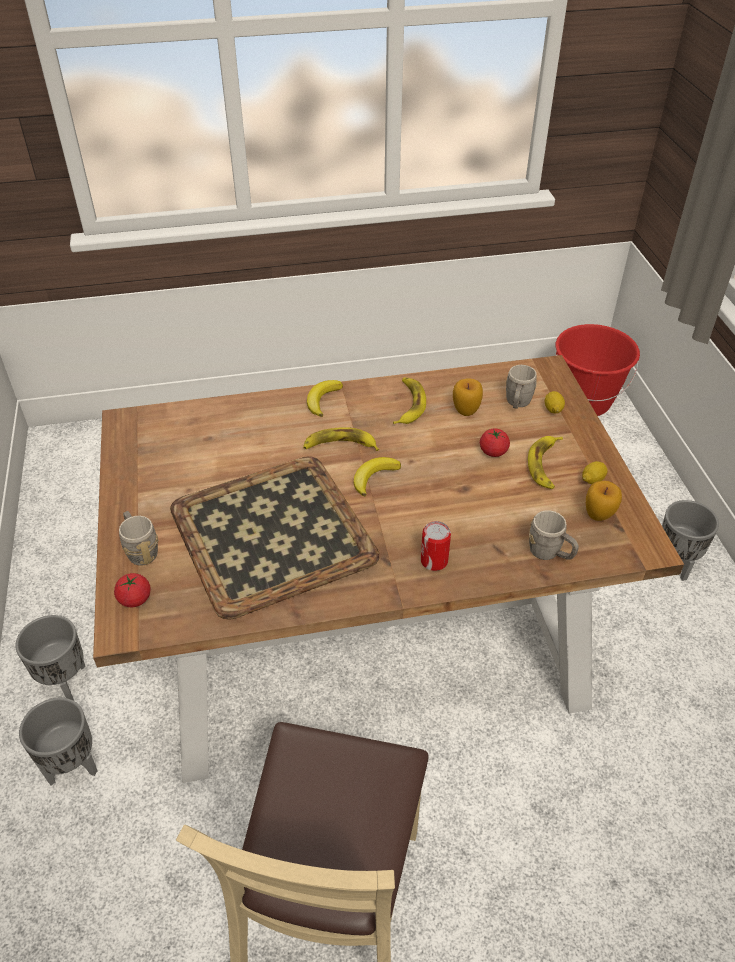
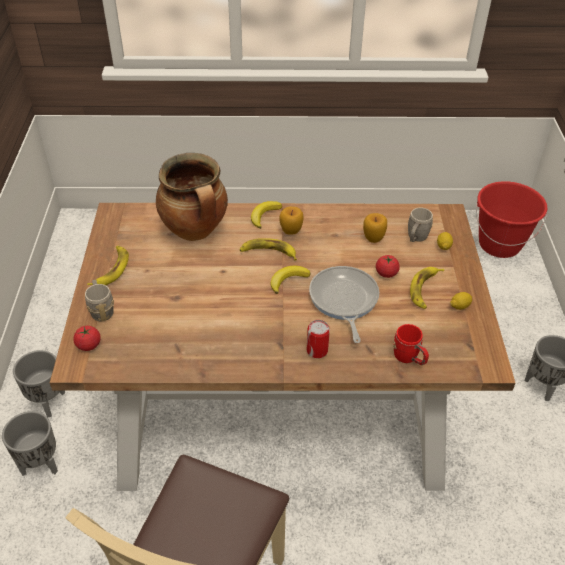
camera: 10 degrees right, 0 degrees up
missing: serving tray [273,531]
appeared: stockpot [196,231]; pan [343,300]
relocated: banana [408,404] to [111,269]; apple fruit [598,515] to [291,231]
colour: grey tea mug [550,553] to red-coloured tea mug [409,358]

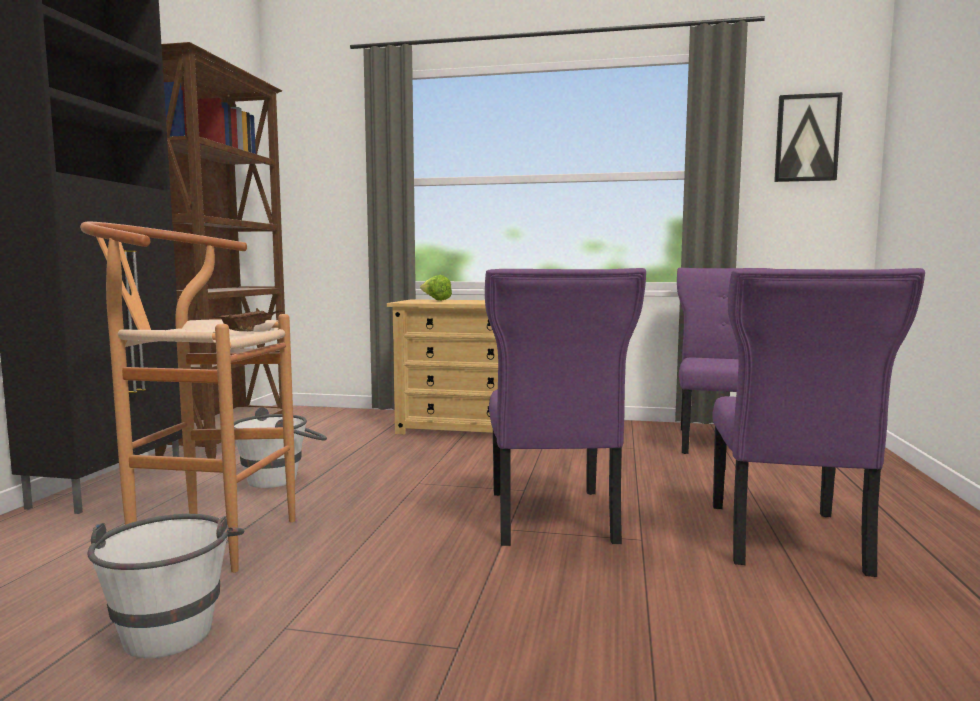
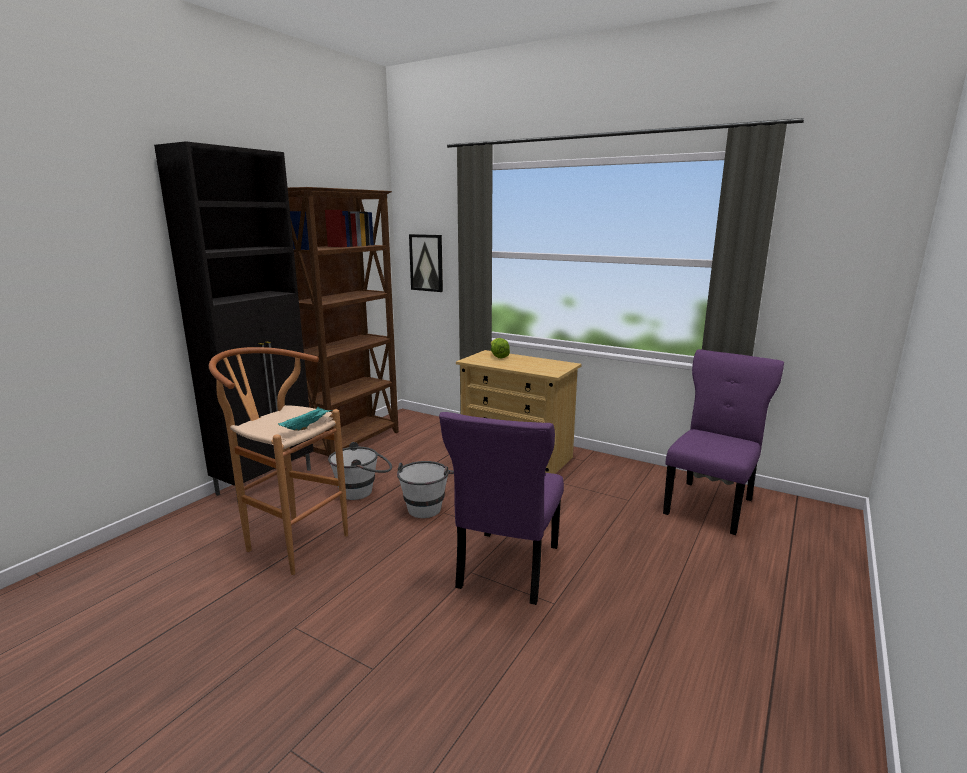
camera: 20 degrees right, 10 degrees up
missing: purplish upright chair [785,541]
relocated: white bucket [173,625] to [426,506]; wall art [807,138] to [426,262]
colour: brown serving tray [249,330] to blue-green serving tray [306,426]

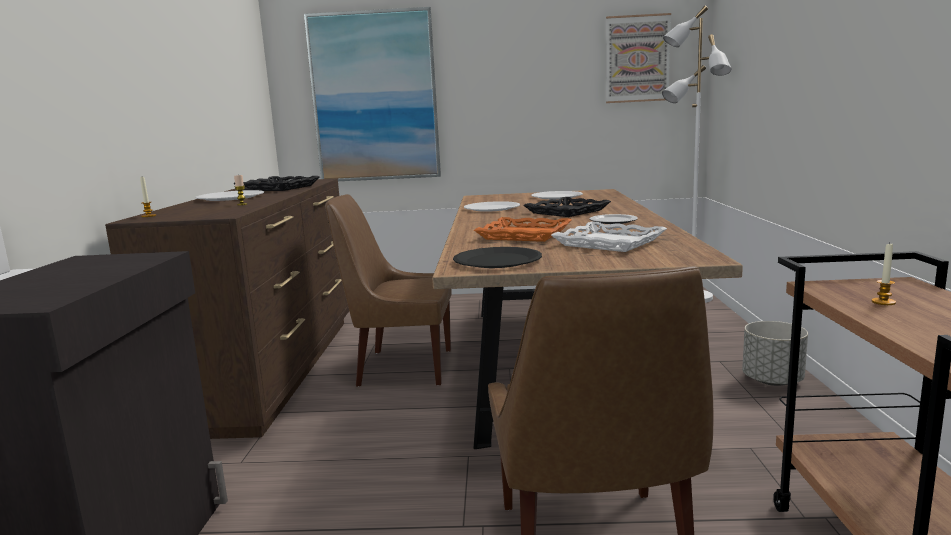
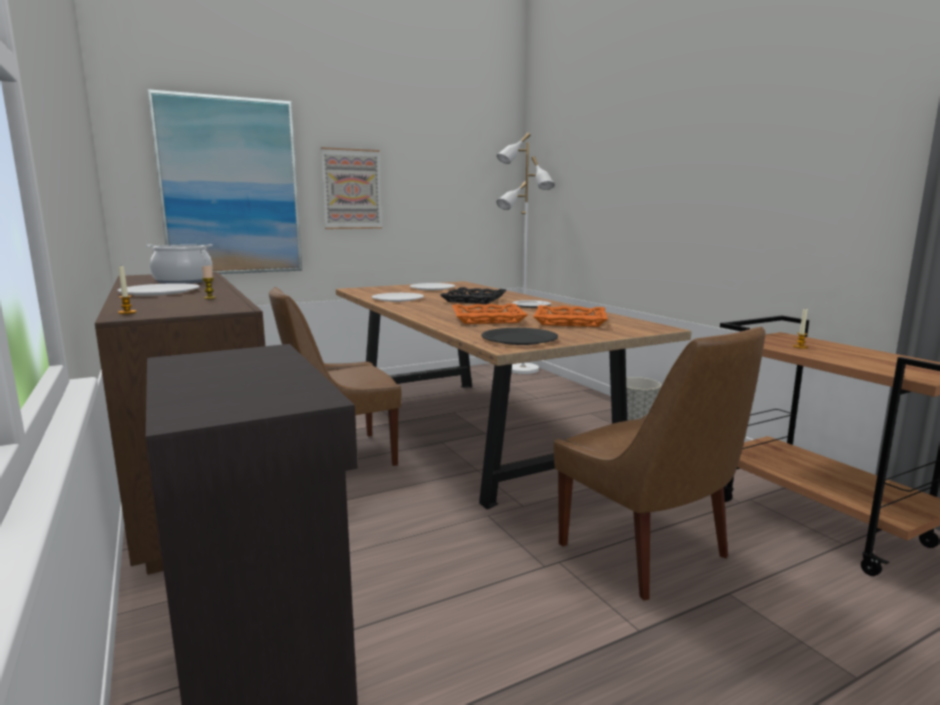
camera: 30 degrees left, 0 degrees up
relocated: wall art [637,59] to [351,189]
exchanged: blackish serving tray [279,188] to stockpot [183,281]
colour: white serving tray [608,243] to orange-coloured serving tray [570,321]

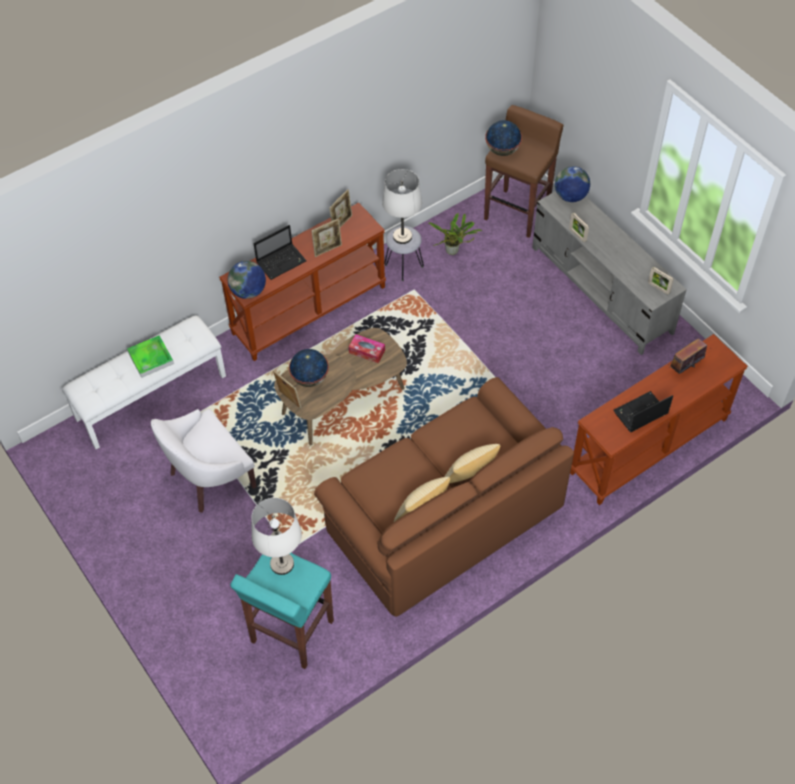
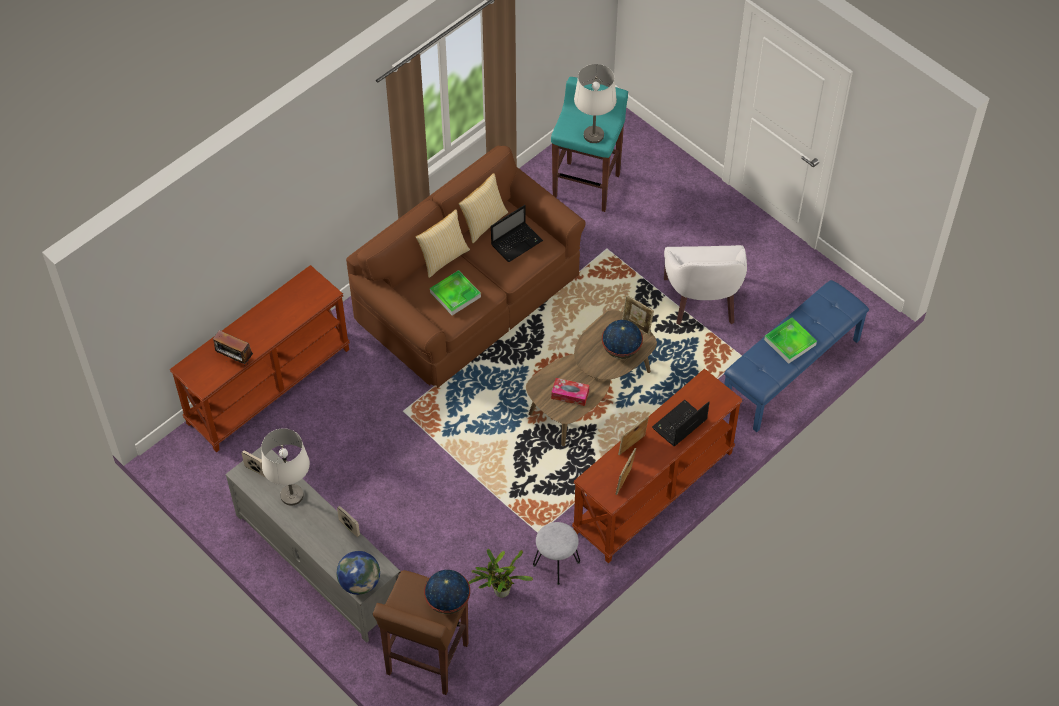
camera: 170 degrees right, 0 degrees up
missing: desk globe [248,291]
appeared: serving tray [455,294]
relocated: white tabletop lamp [402,237] to [291,495]; laptop [640,413] to [517,242]
colour: white bench [151,396] to blue bench [791,372]
spun: radio receiver [684,367] = [235,359] 75 degrees clockwise; white easy chair [209,477] = [703,301] 135 degrees clockwise

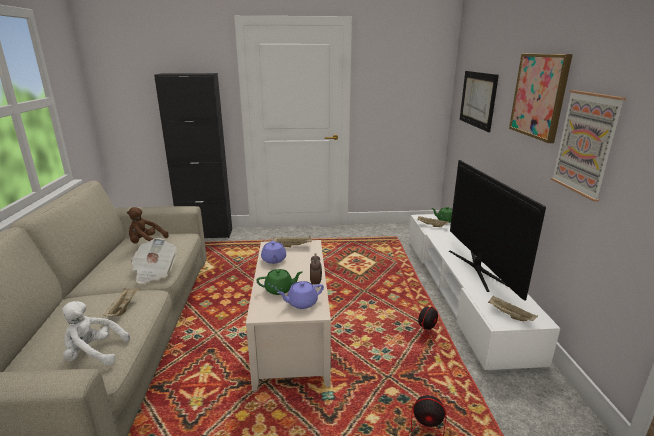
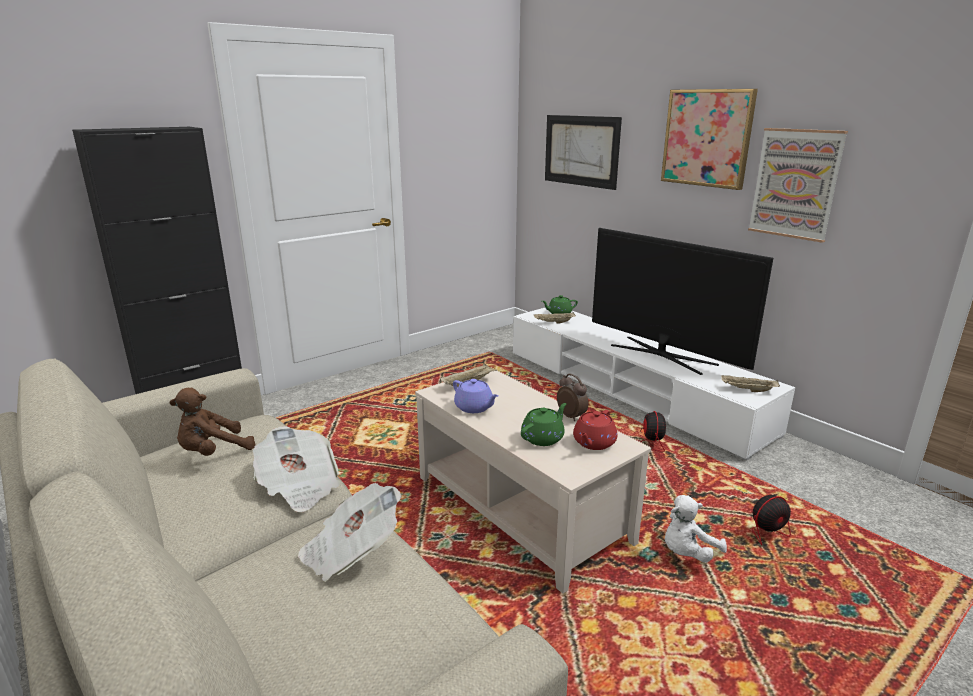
camera: 35 degrees left, 0 degrees up
relocated: white cuddly toy [94,354] to [687,553]
exchanged: sand-coloured serving tray [123,308] to newspaper [351,552]
colour: purplish teapot [301,303] to red-coloured teapot [593,443]

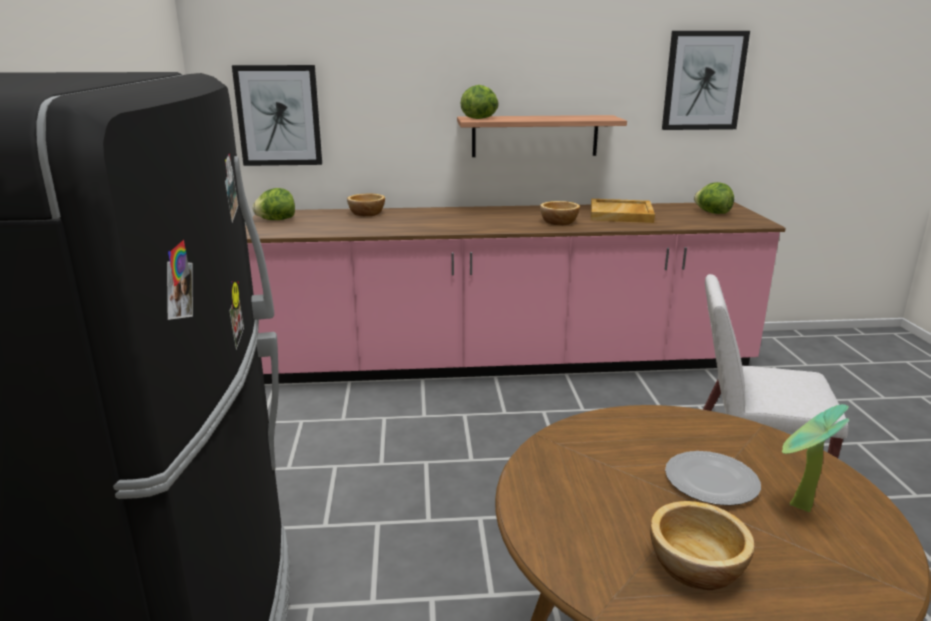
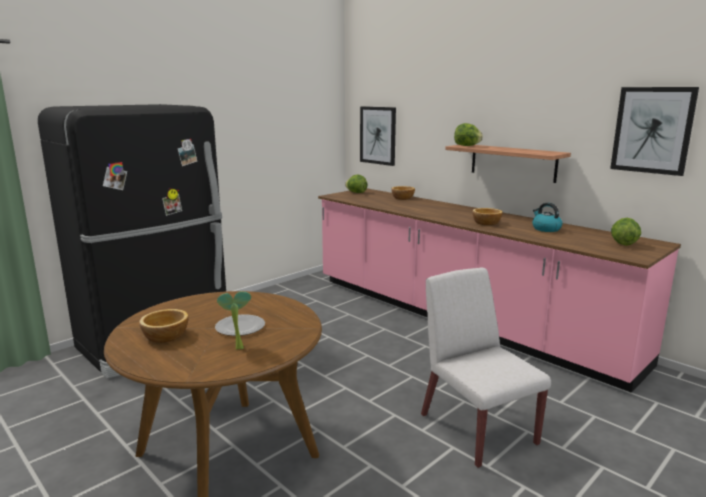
camera: 50 degrees right, 5 degrees down
exchanged: sand-coloured serving tray [621,214] to tea kettle [545,229]

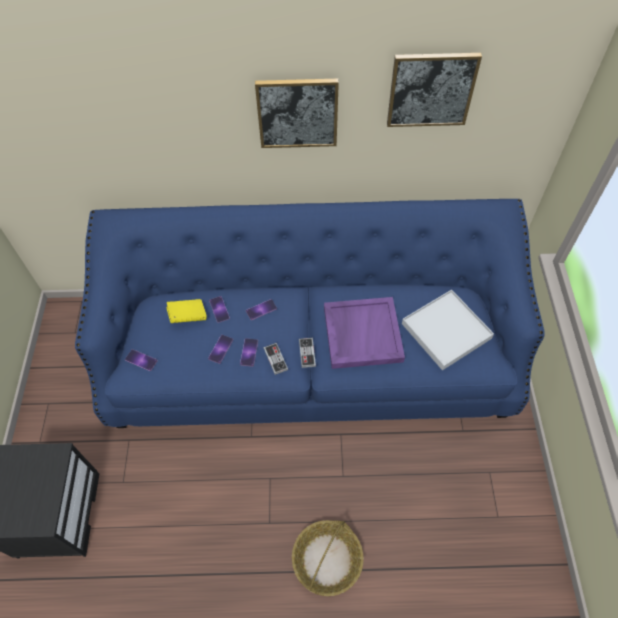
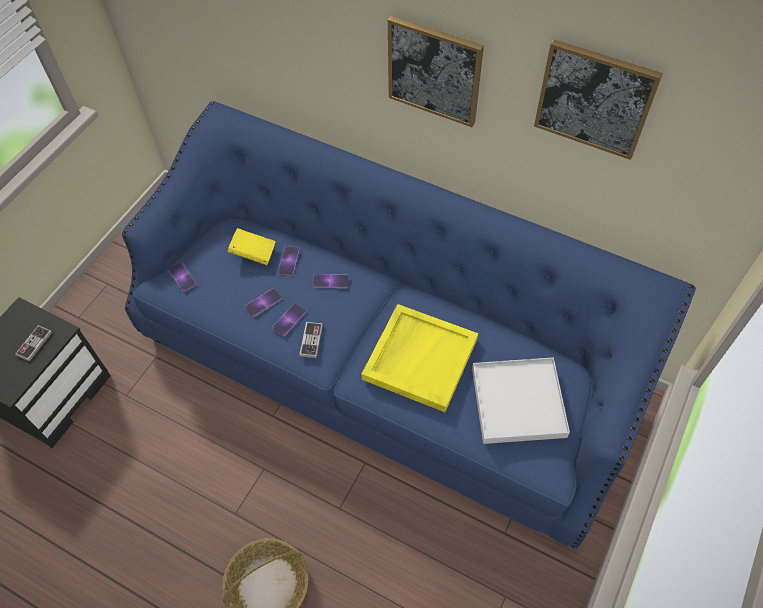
camera: 30 degrees right, 0 degrees up
relocated: game controller [307,353] to [34,344]
colour: purplish serving tray [361,333] to yellow-coloured serving tray [419,358]

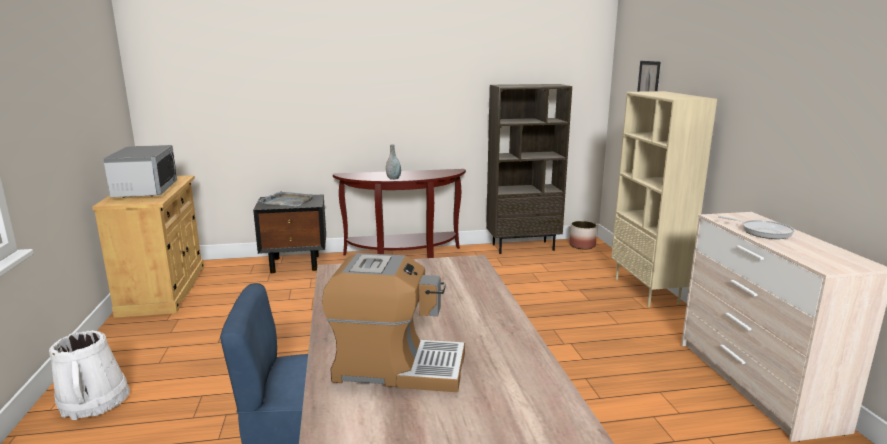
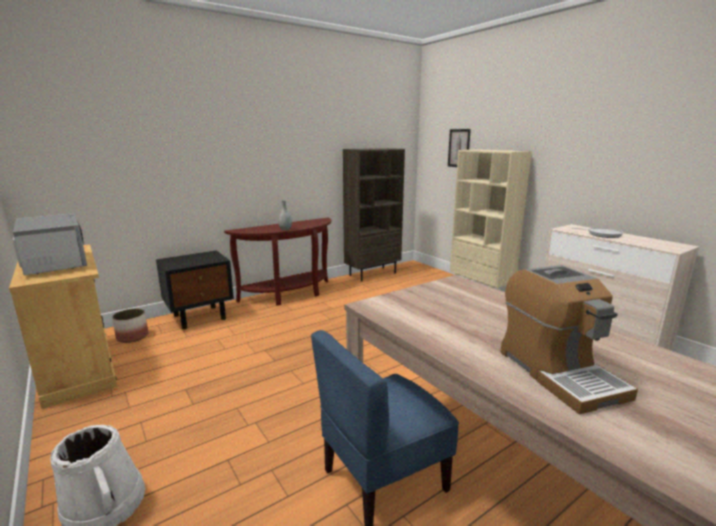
camera: 25 degrees left, 0 degrees up
missing: grey serving tray [287,201]
relocated: plant pot [582,245] to [133,337]
spun: coffee brewer [397,367] = [558,372] 90 degrees clockwise

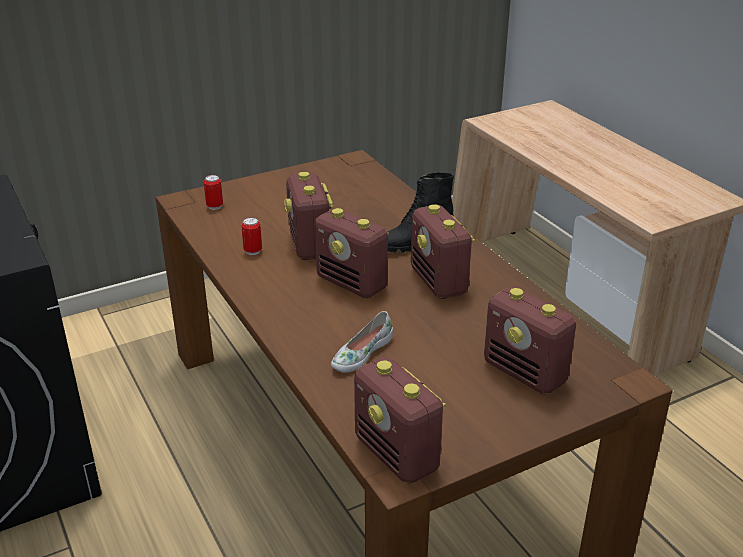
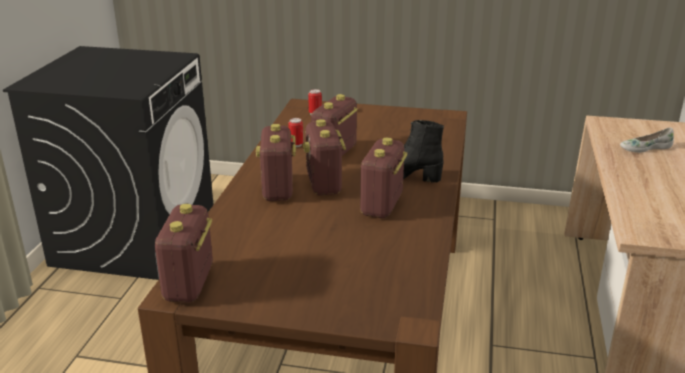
camera: 40 degrees right, 5 degrees down
relocated: radio receiver [525,373] to [278,190]; white low shoe [361,353] to [645,148]

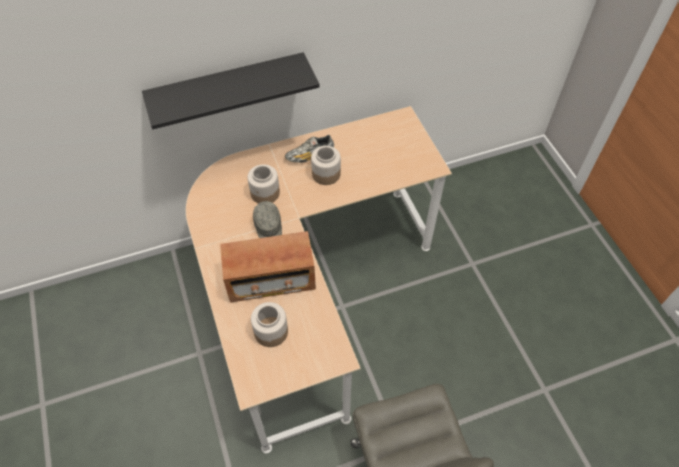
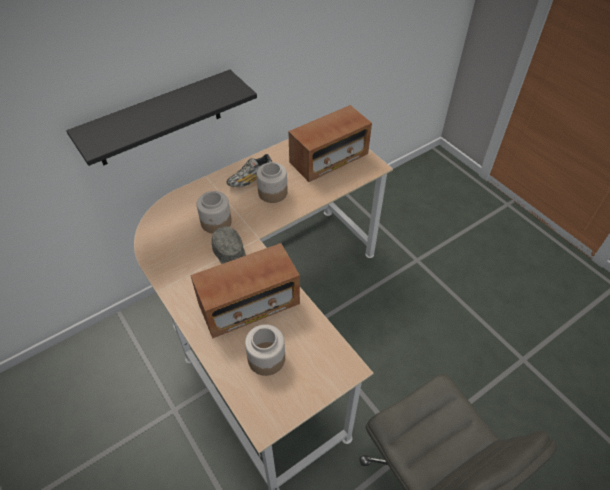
camera: 15 degrees left, 5 degrees down
appeared: radio receiver [329,159]

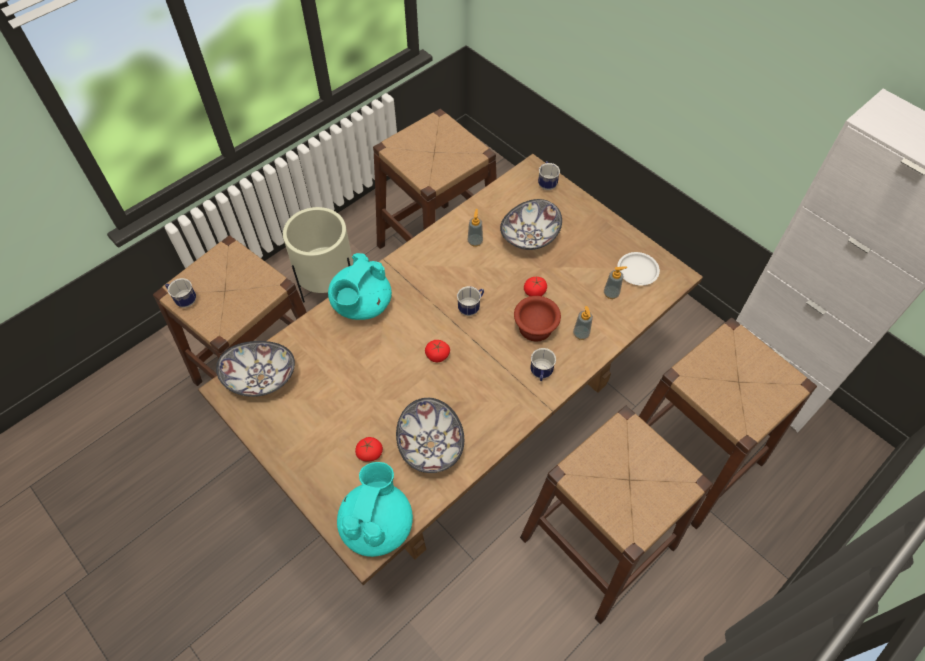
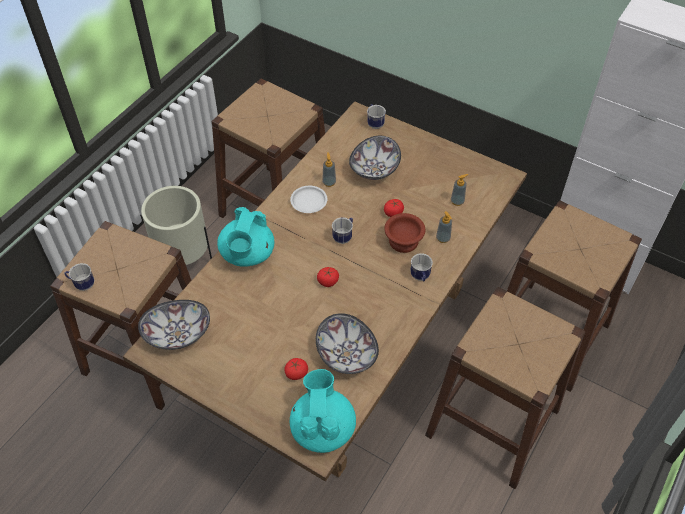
camera: 15 degrees left, 5 degrees down
relocated: white plate [637,270] to [308,201]

